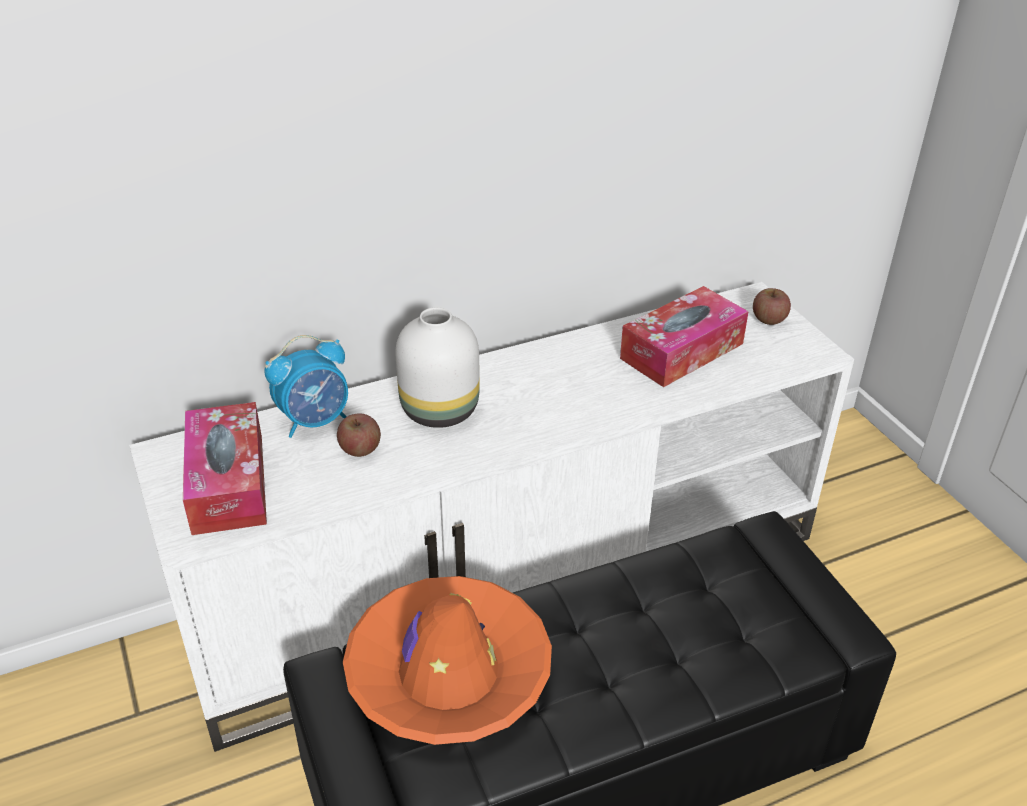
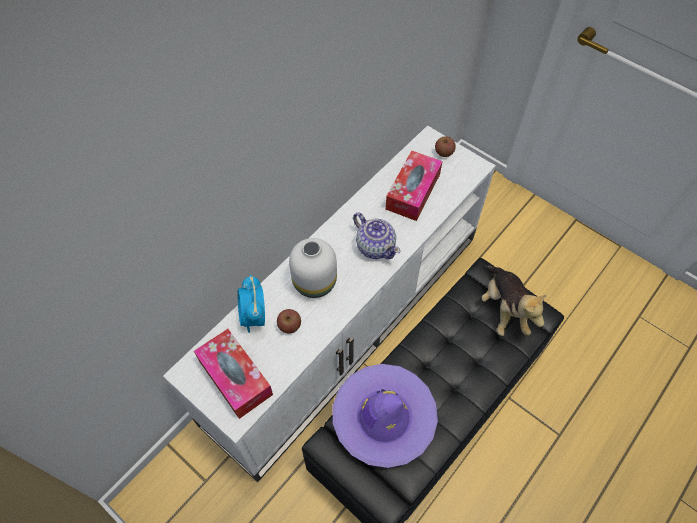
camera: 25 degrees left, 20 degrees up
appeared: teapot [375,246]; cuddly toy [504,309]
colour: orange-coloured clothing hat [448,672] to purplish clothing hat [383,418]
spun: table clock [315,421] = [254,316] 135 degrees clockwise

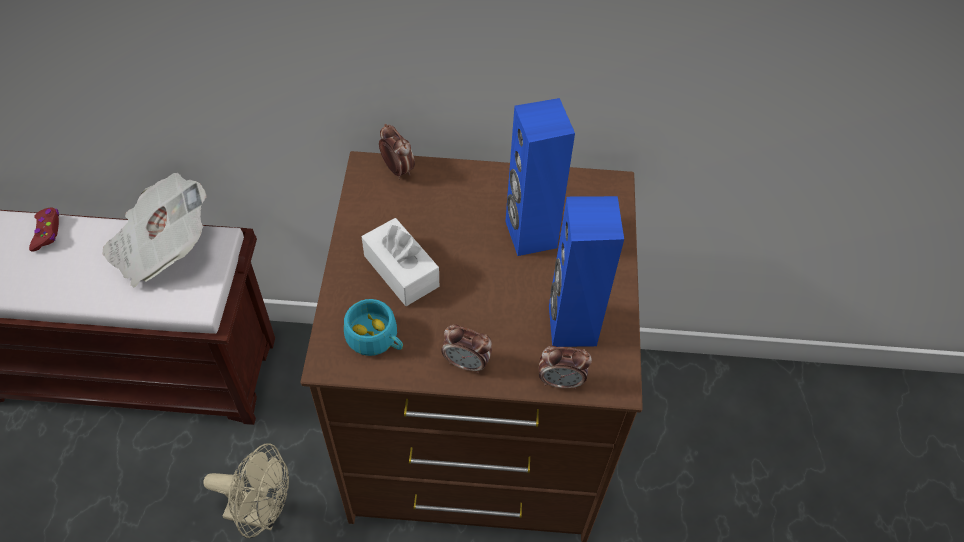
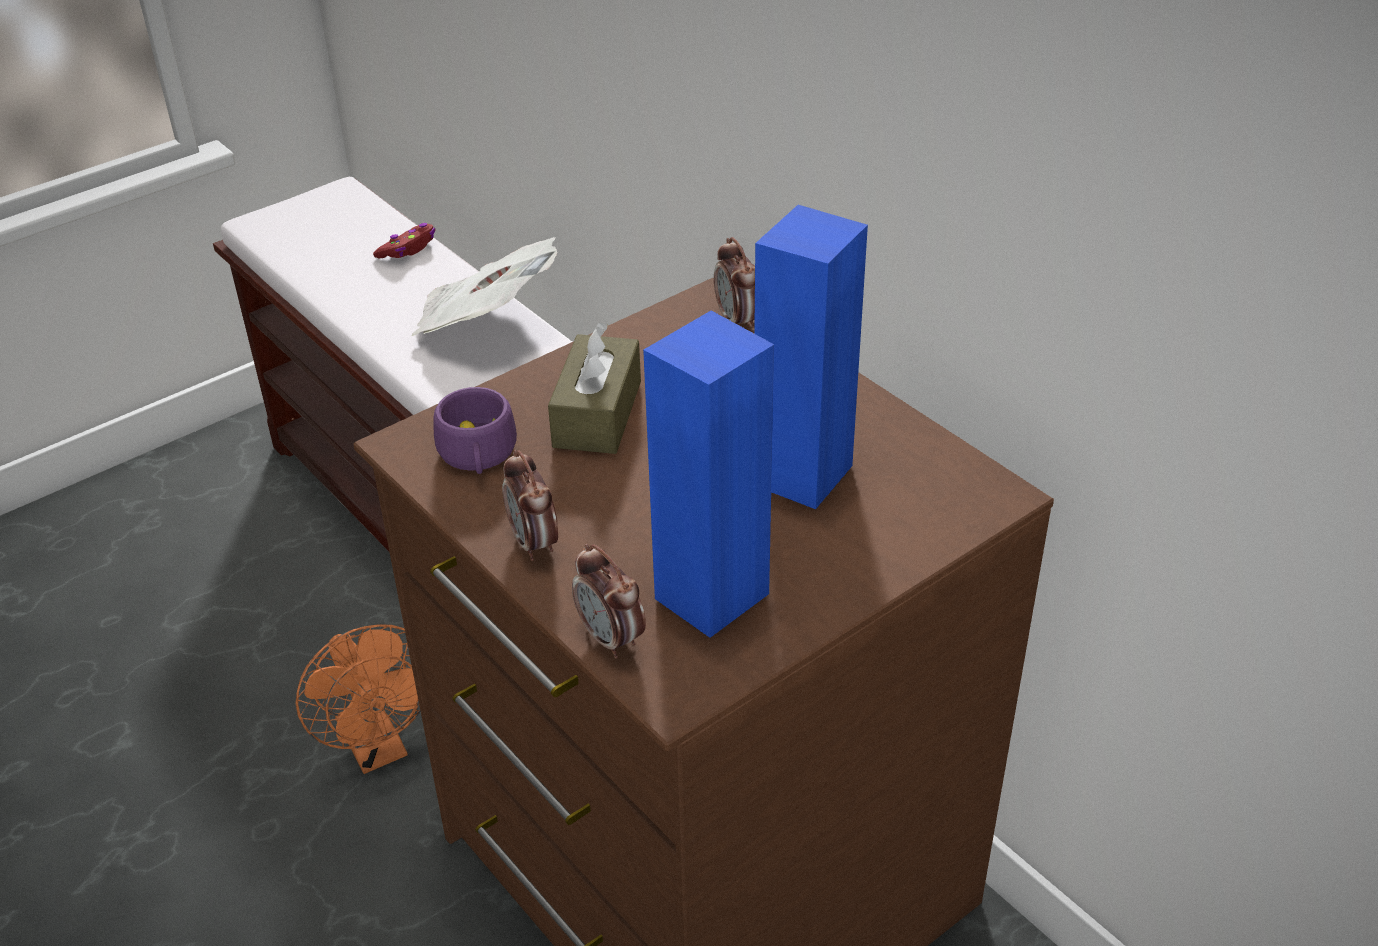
camera: 50 degrees right, 15 degrees down
colour: sand-coloured electric fan [262,512] to orange-coloured electric fan [378,749]; blue-green drinking cup [376,339] to purplish drinking cup [478,456]; white box of tissues [401,271] to brown box of tissues [597,414]
spun: table clock [397,169] = [737,321] 150 degrees clockwise

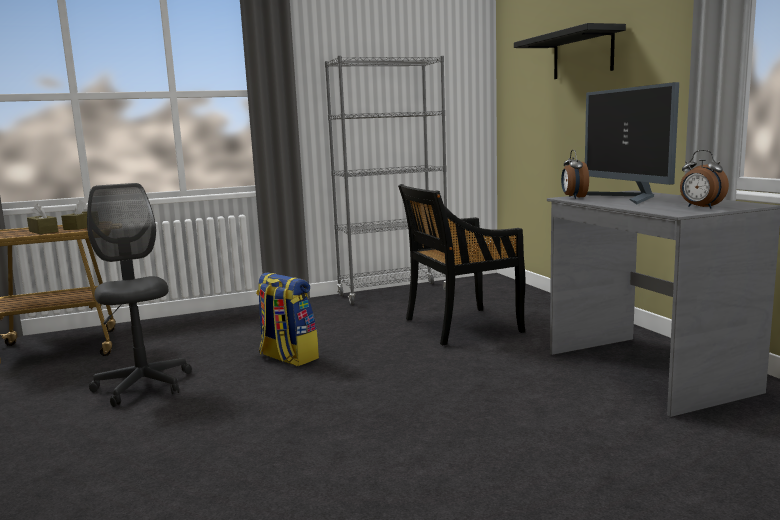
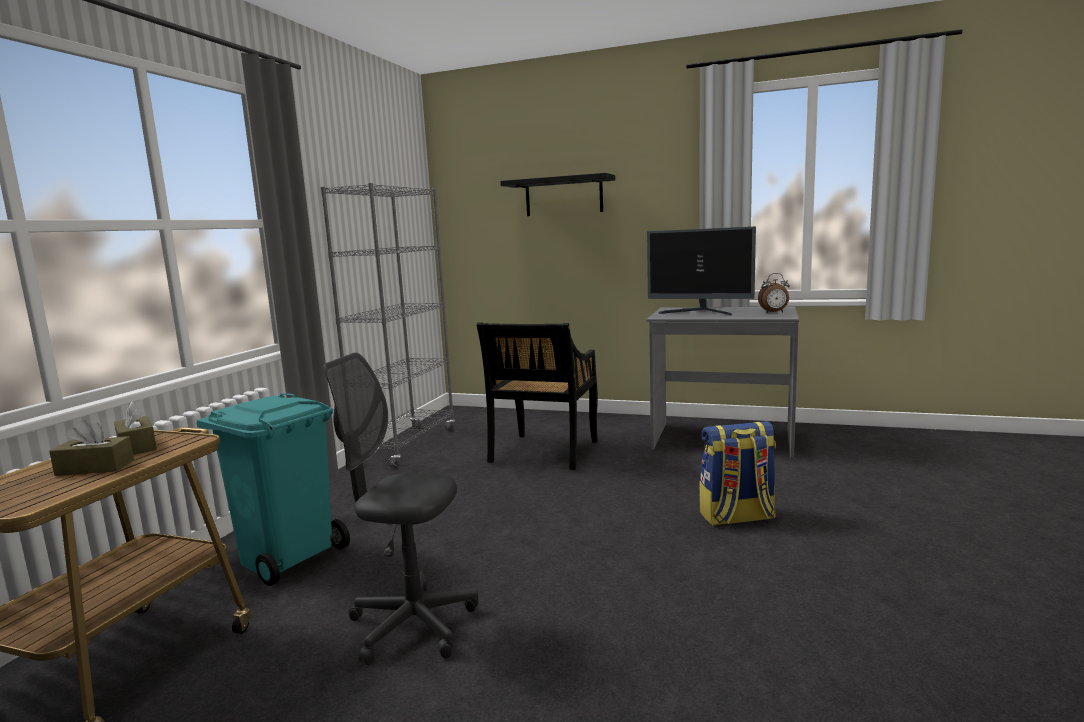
camera: 50 degrees left, 0 degrees up
missing: table clock [573,197]
appeared: blue-green waste bin [289,556]
relocated: knapsack [287,357] to [736,517]

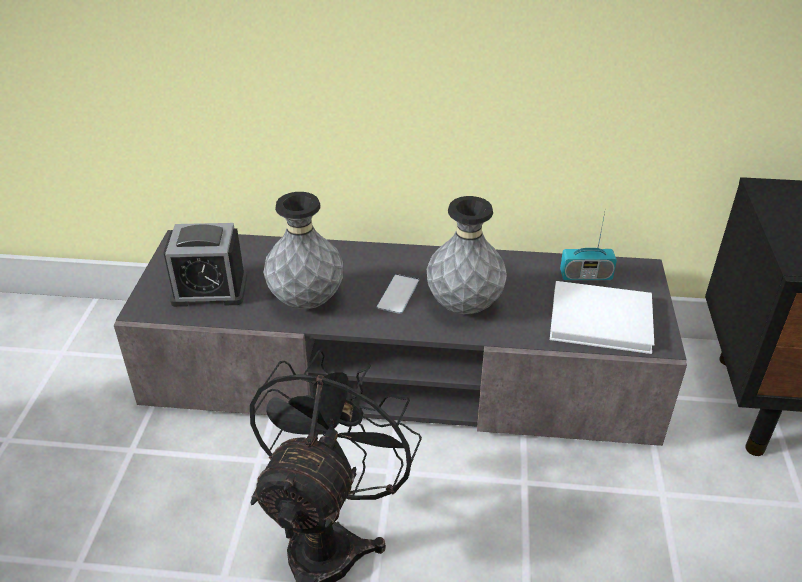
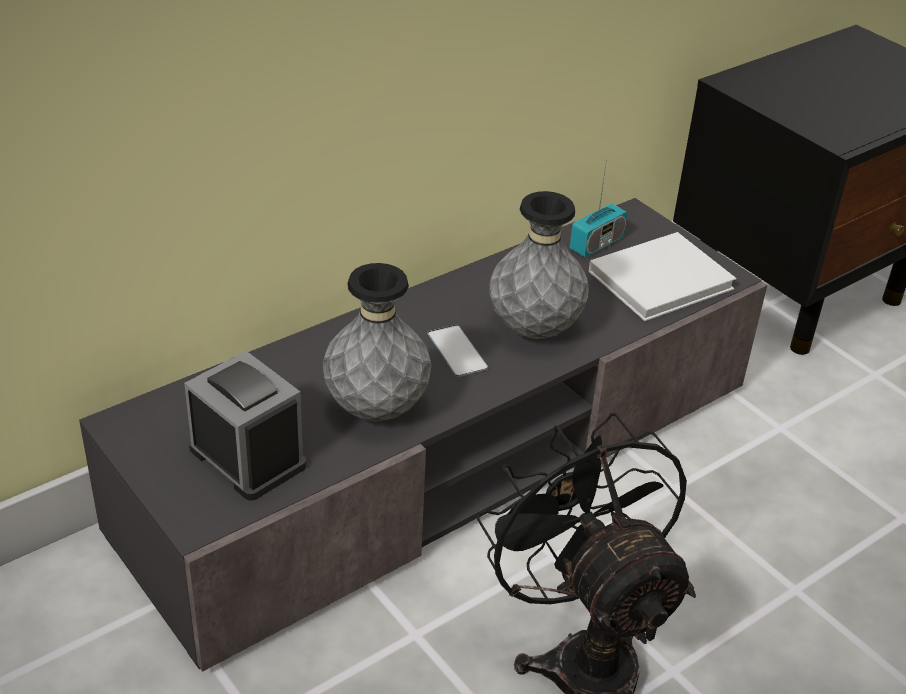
camera: 45 degrees left, 0 degrees up
spun: table clock [209,289] = [247,457] 90 degrees counterclockwise

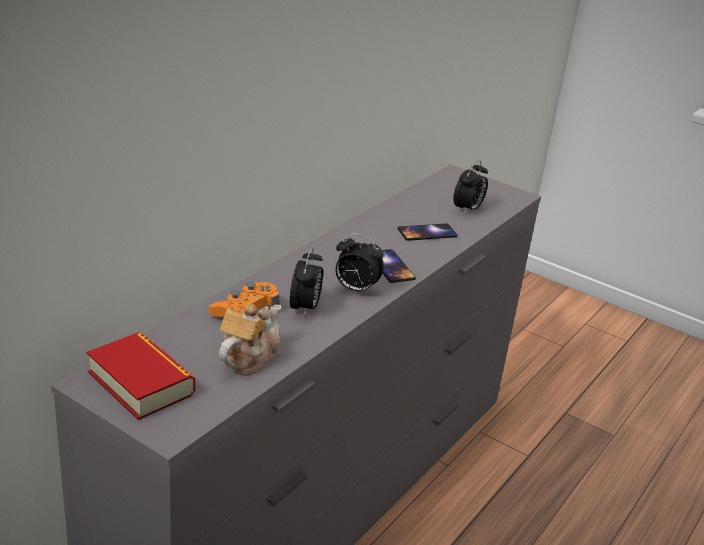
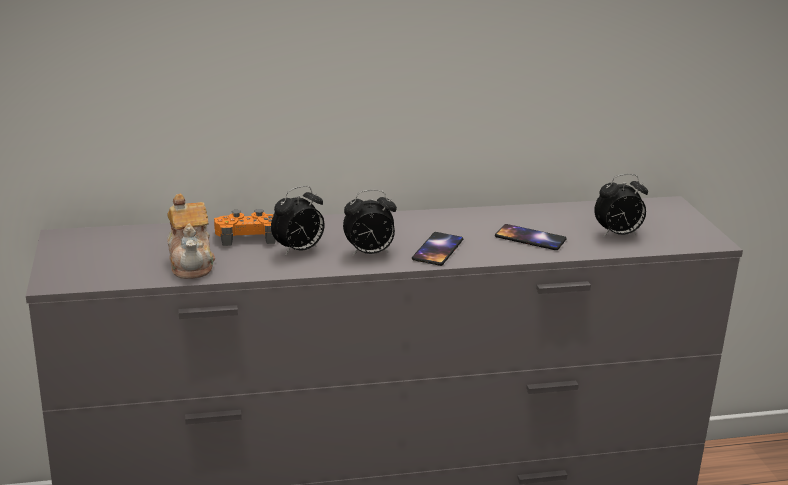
camera: 45 degrees right, 5 degrees down
missing: book [141,383]
spun: teapot [248,357] = [191,263] 90 degrees clockwise; table clock [355,289] = [369,253] 75 degrees counterclockwise

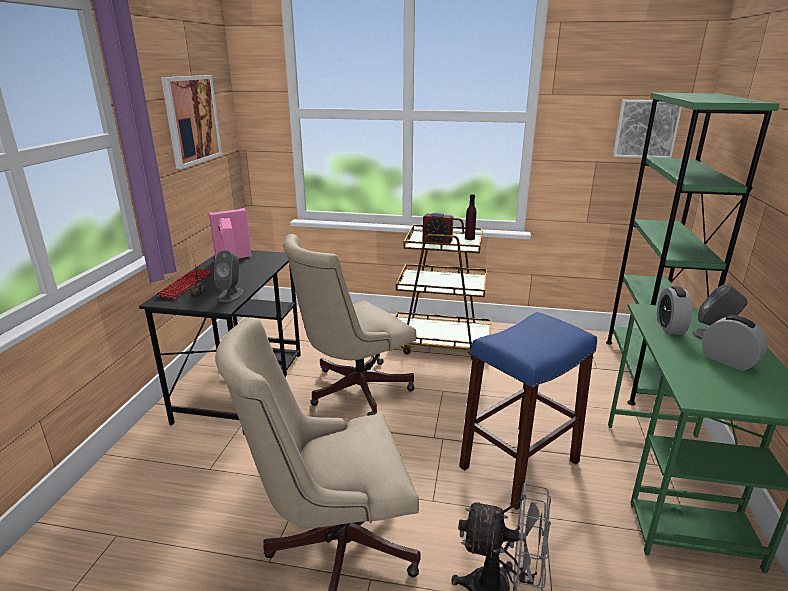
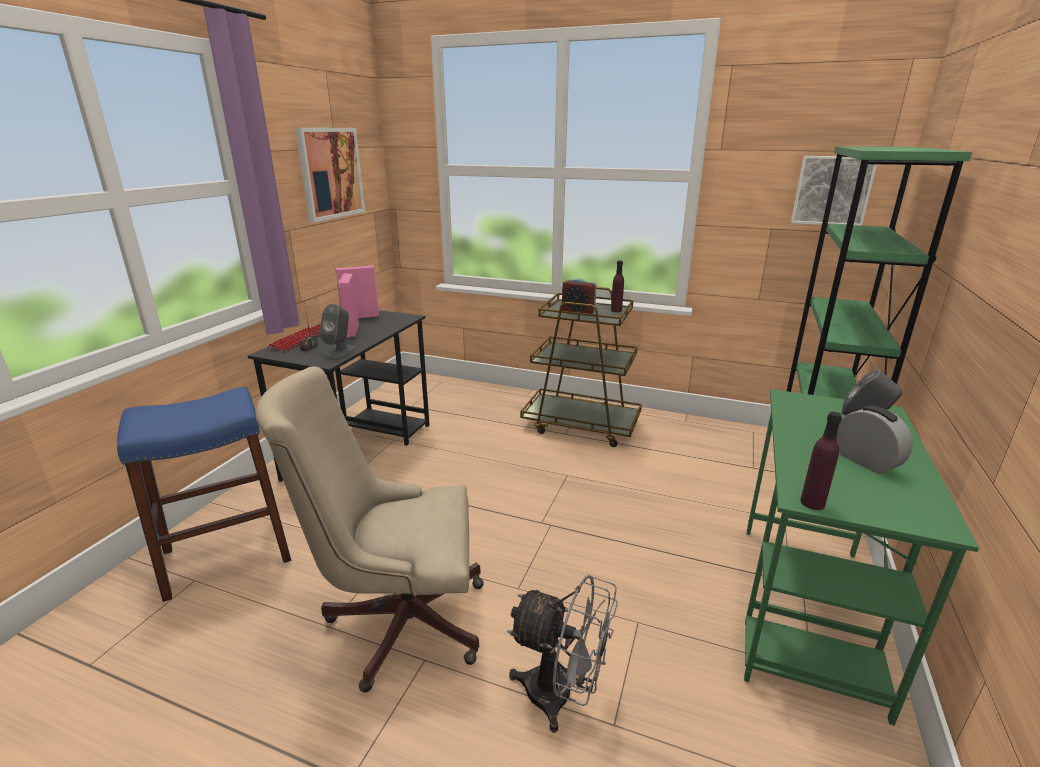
camera: 10 degrees right, 0 degrees up
missing: sand-coloured desk chair [353,391]; table clock [669,327]
appeared: purplish drink bottle [812,503]
relocated: blue stool seat [519,464] to [227,555]

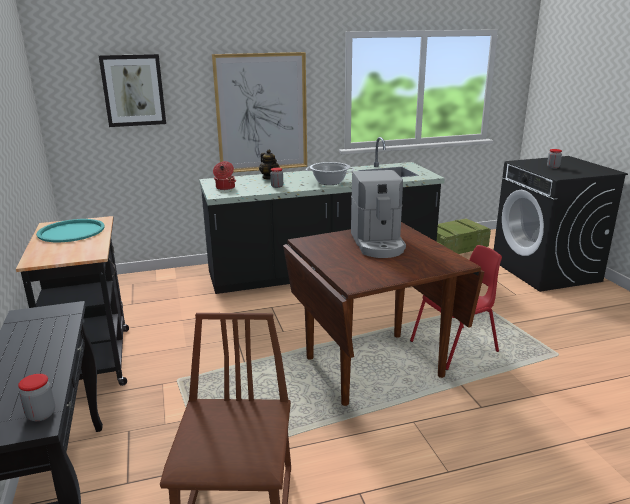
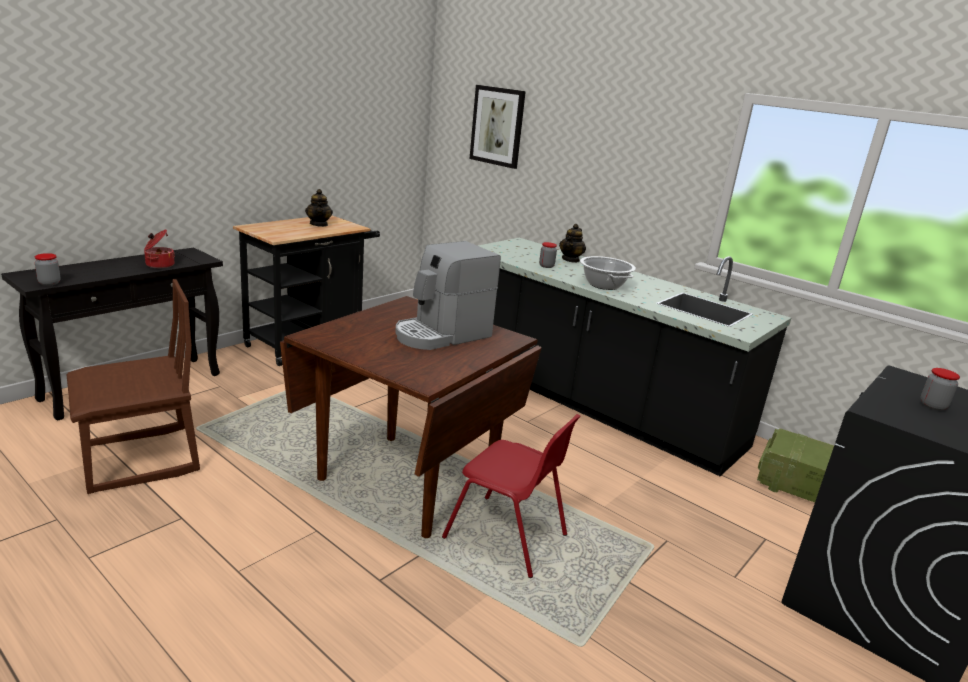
camera: 55 degrees right, 0 degrees up
missing: wall art [261,113]
relocated: stockpot [225,188] to [159,265]
exchanged: blue-green serving tray [71,231] to teapot [319,224]

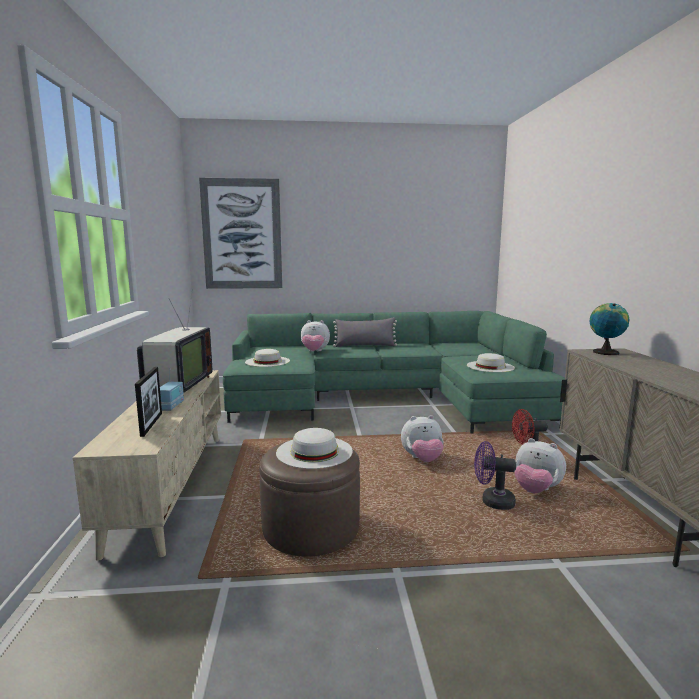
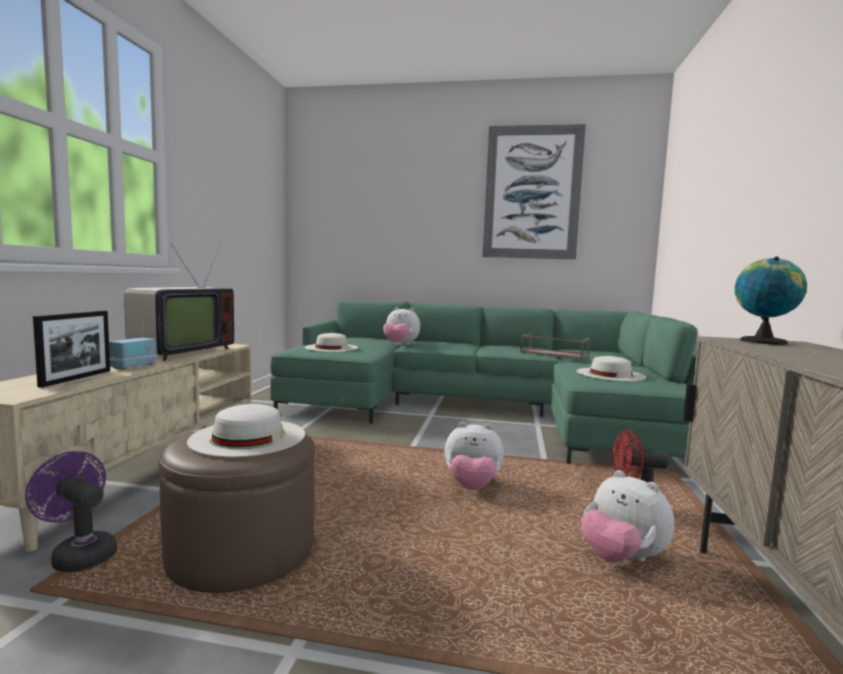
camera: 15 degrees right, 5 degrees down
missing: grey throw pillow [365,346]
appeared: brown serving tray [553,353]
relocated: purplish electric fan [492,501] to [79,555]; wall art [242,234] to [532,193]

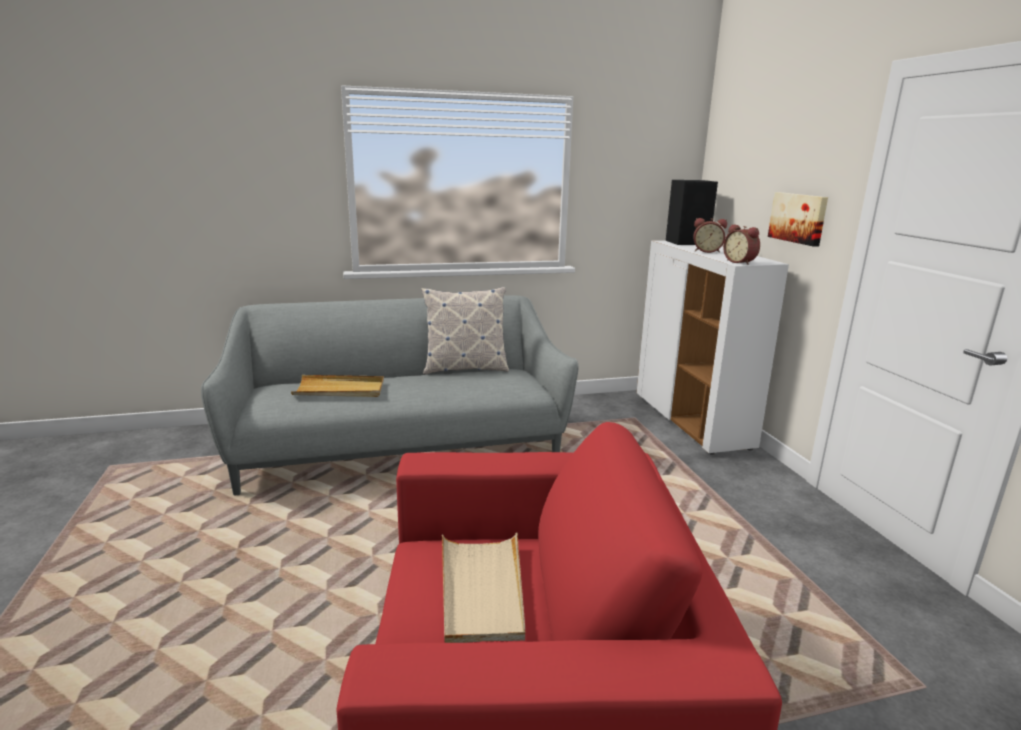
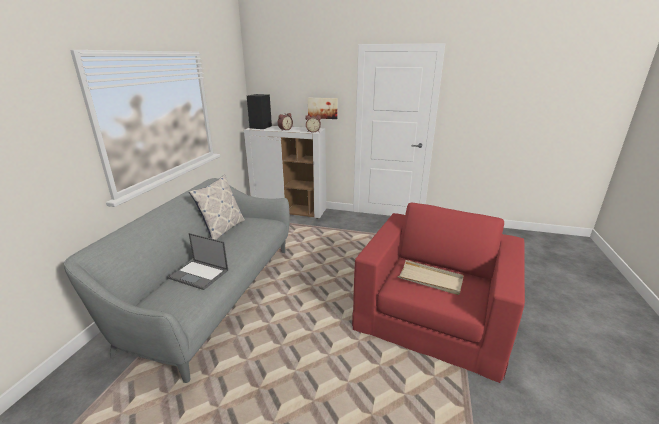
camera: 60 degrees left, 5 degrees up
exchanged: sand-coloured serving tray [340,390] to laptop [199,274]

